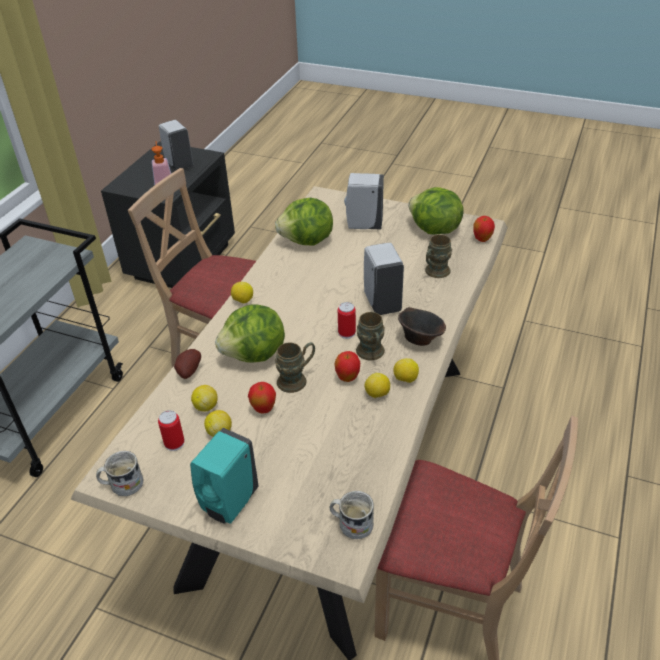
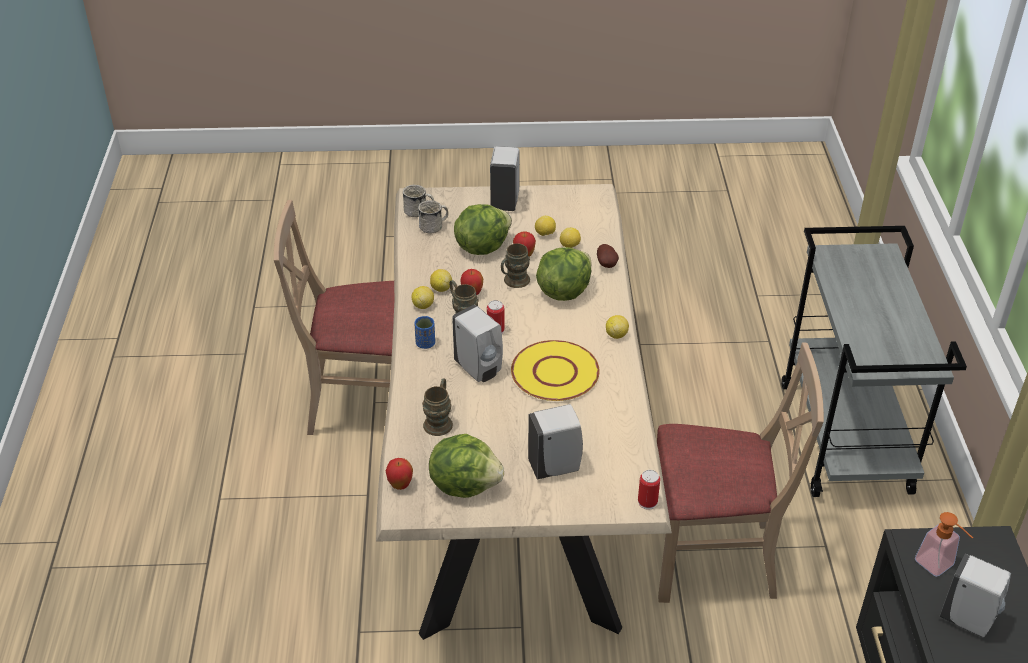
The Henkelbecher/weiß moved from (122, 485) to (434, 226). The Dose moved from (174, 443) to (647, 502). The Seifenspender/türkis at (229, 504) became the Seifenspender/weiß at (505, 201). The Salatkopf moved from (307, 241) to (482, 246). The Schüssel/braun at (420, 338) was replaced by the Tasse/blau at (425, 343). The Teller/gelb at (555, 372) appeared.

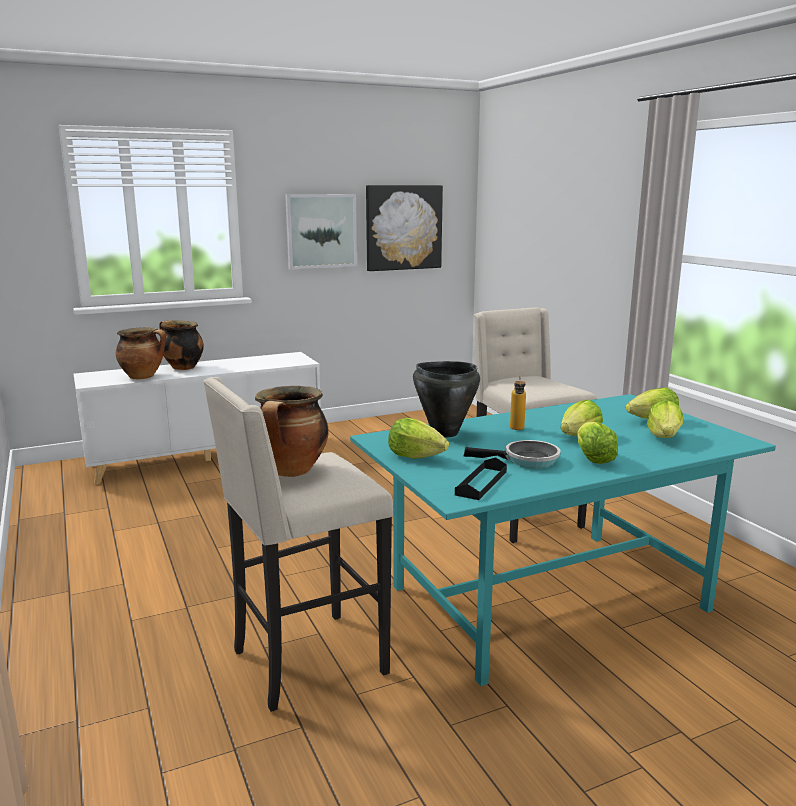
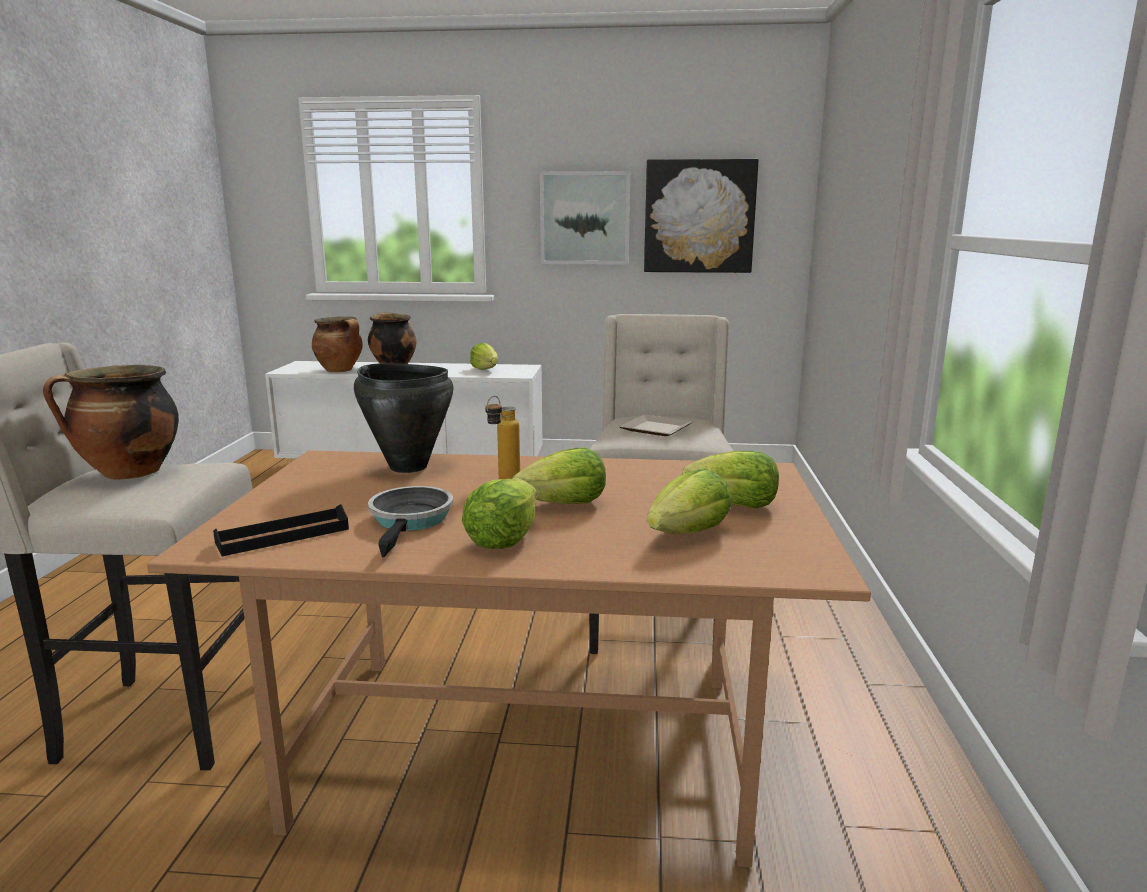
The Esstisch/türkis at (548, 597) became the Esstisch/braun at (532, 745). The Salatkopf moved from (415, 456) to (485, 370). The Pfanne at (526, 460) turned 120 degrees counterclockwise. The Teller at (655, 428) appeared.

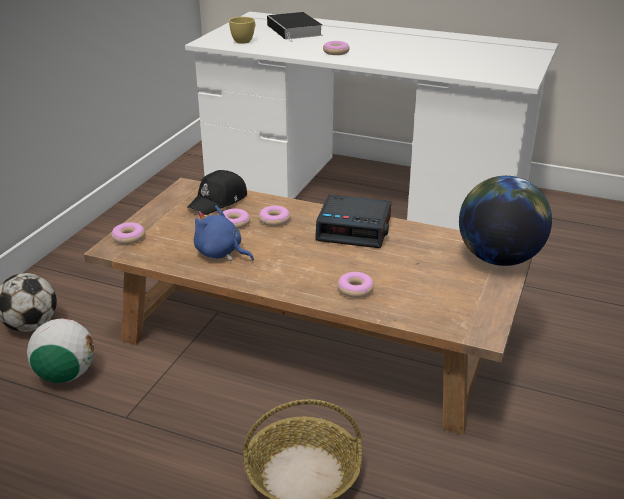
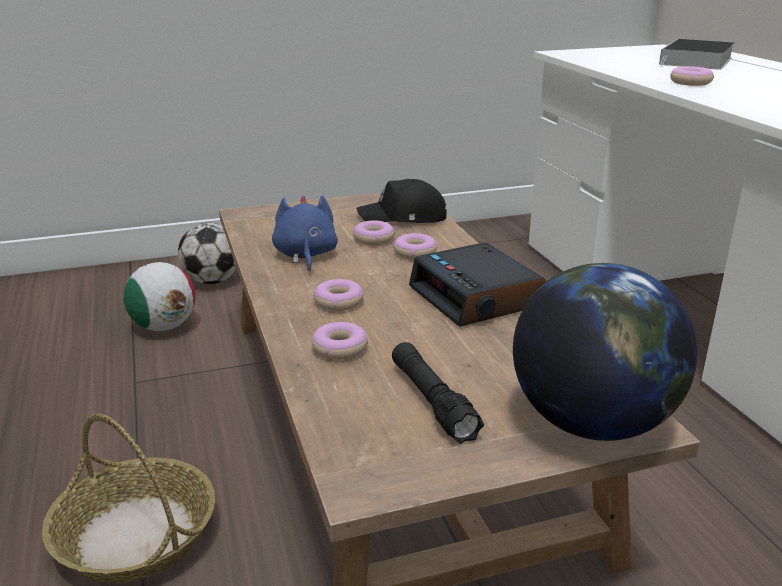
The Donut moved from (128, 238) to (338, 302). The Tasse/gelb at (245, 41) disappeared. The Taschenlampe/schwarz at (432, 402) appeared.

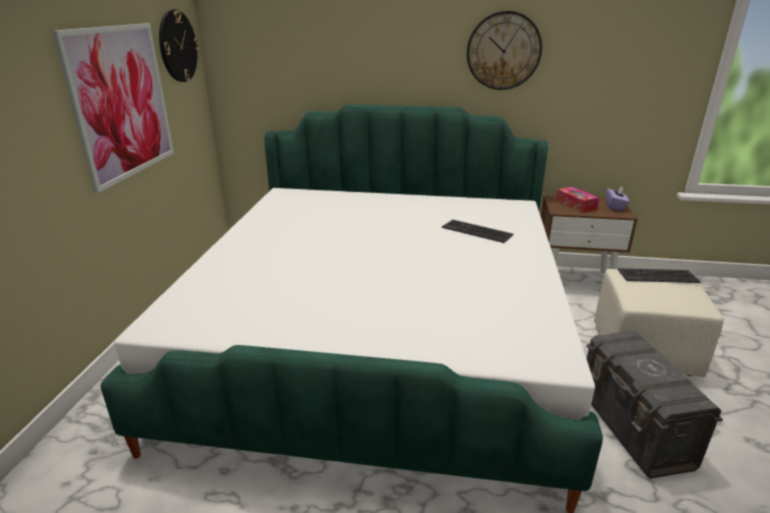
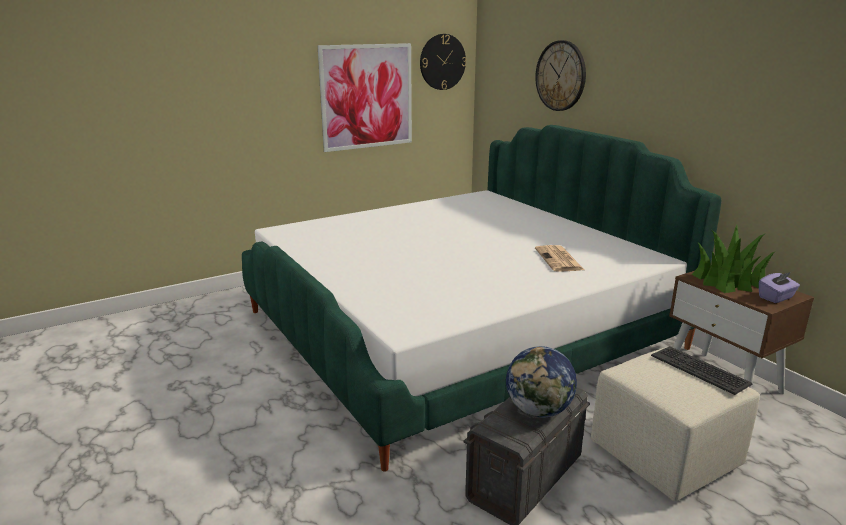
The Tastatur at (477, 231) was replaced by the Zeitung at (559, 260). The Wanduhr moved from (503, 51) to (560, 76). The Taschentuchbox at (575, 205) was replaced by the Topfpflanze at (728, 280). The Globus at (539, 411) appeared.

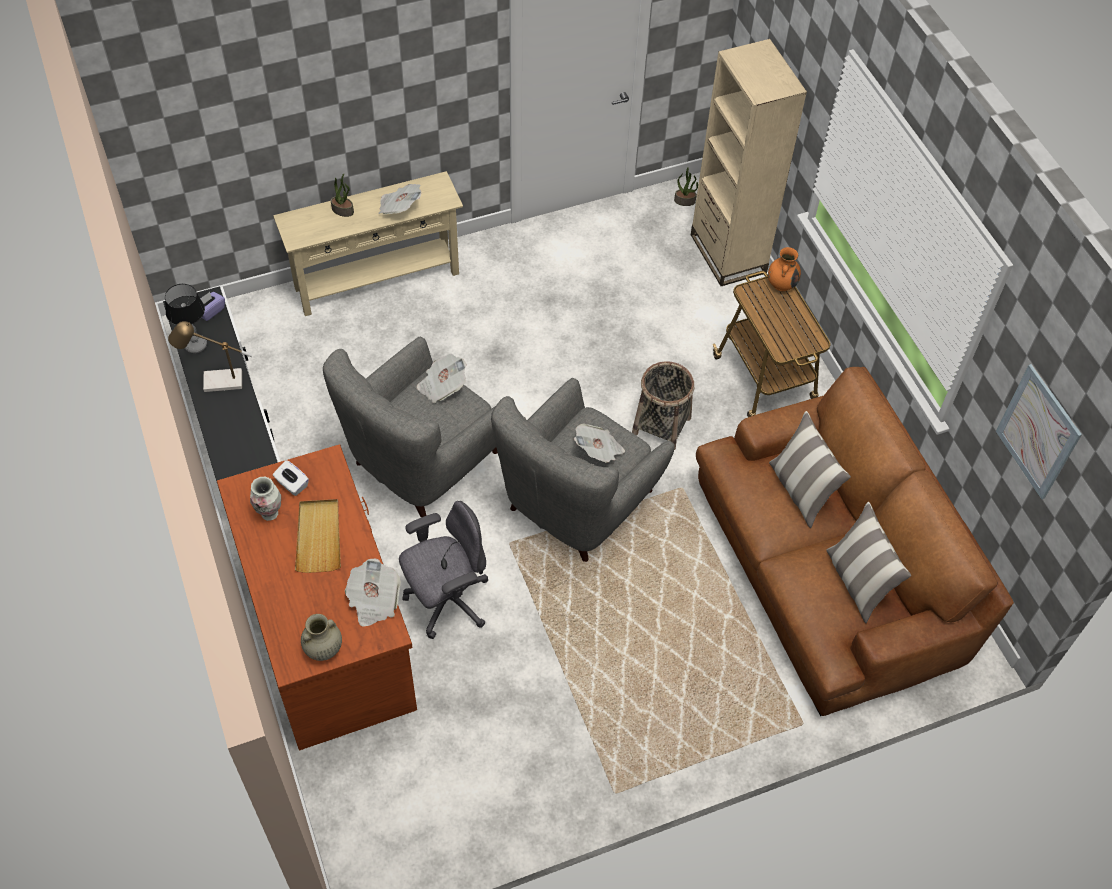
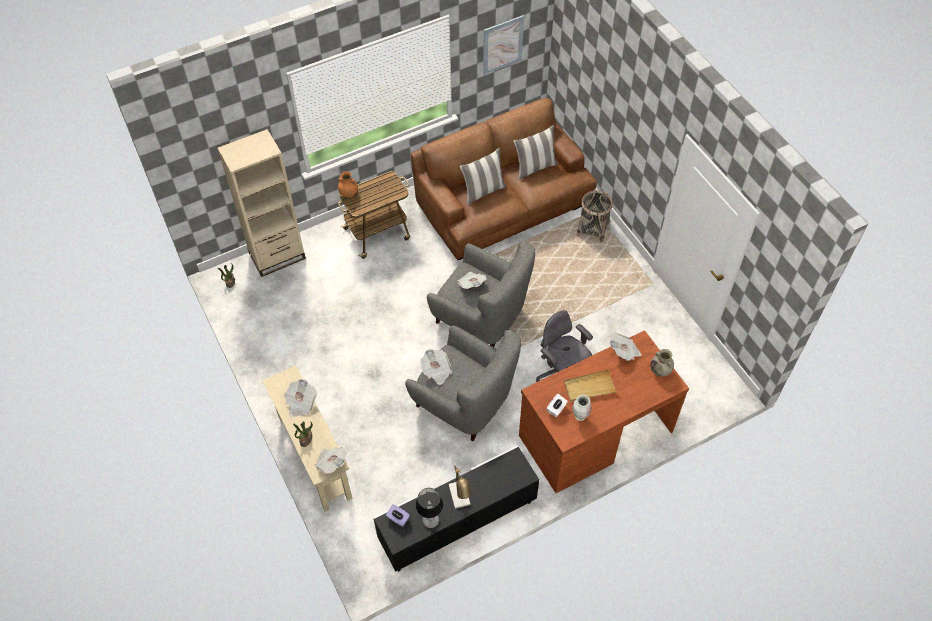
The Korb moved from (661, 425) to (592, 229). The Zeitung at (331, 463) appeared.

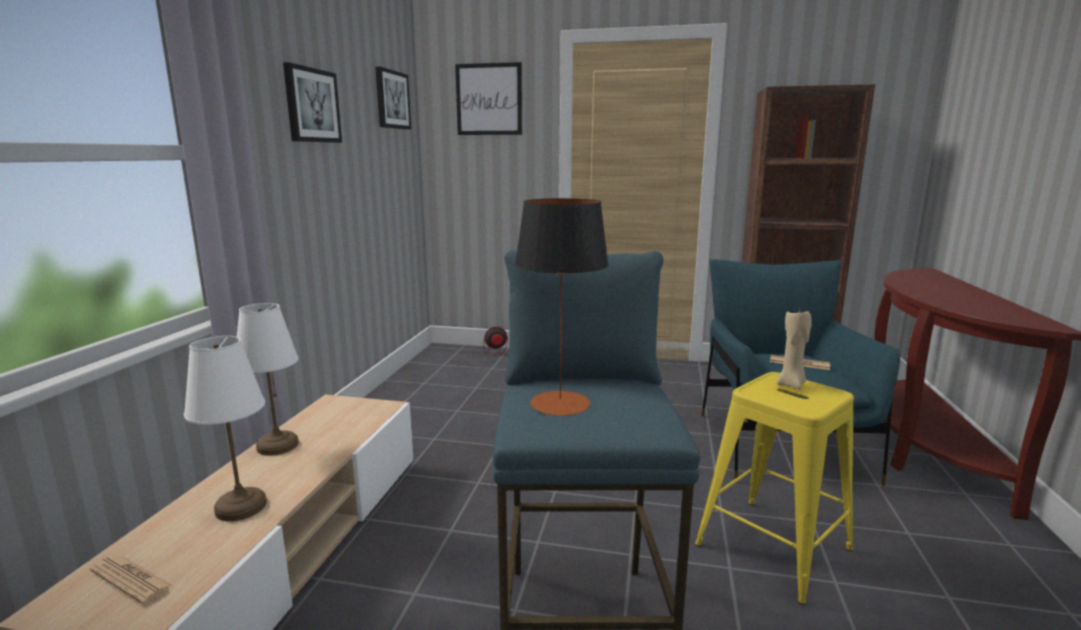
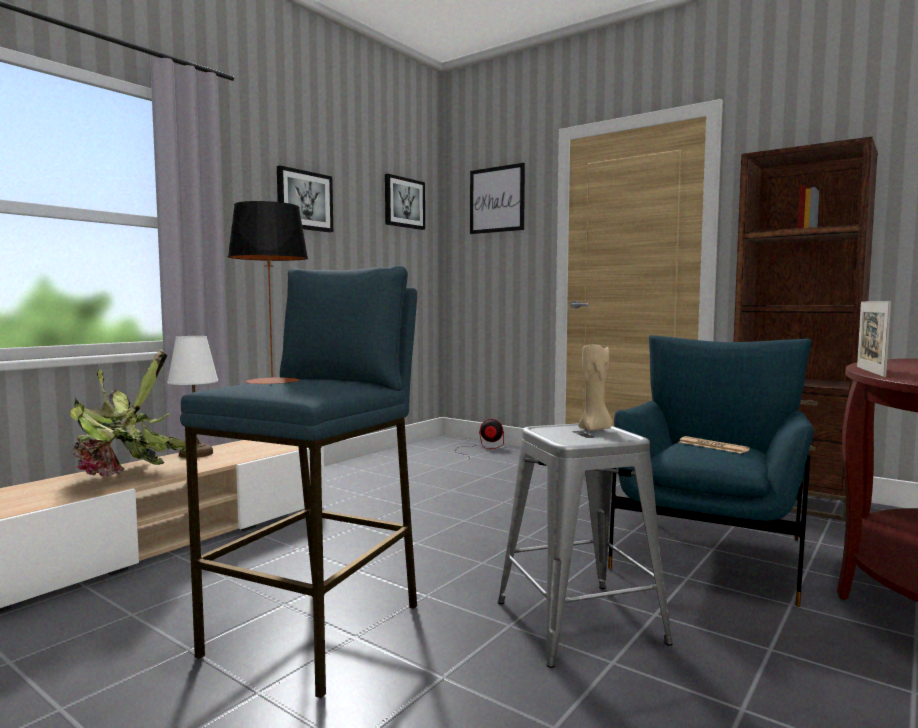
The Zeitung at (131, 579) disappeared. The Tischlampe/weiß at (242, 507) was replaced by the Topfpflanze at (127, 477). The Hocker/gelb at (773, 547) became the Hocker/grau at (579, 622). The Bilderrahmen at (870, 371) appeared.

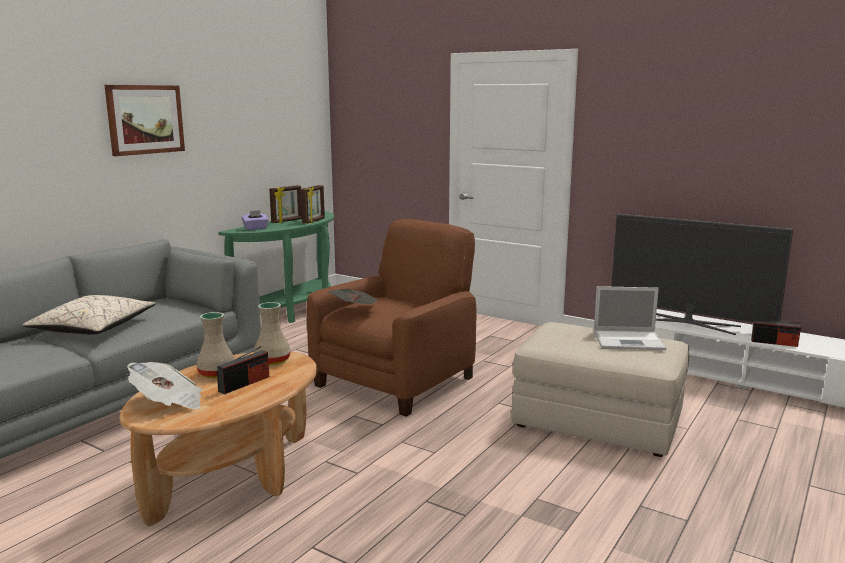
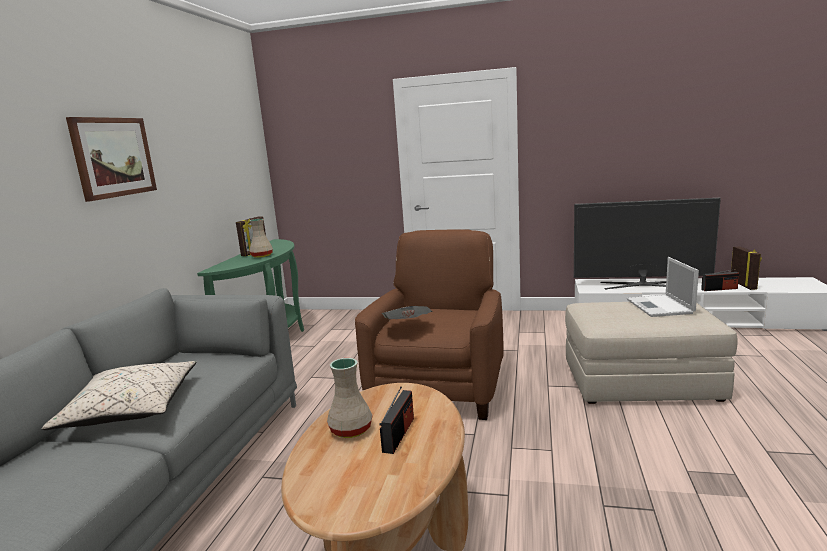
The Zeitung at (169, 403) disappeared. The Taschentuchbox/lila at (255, 228) disappeared. The Vase/beige moved from (273, 361) to (262, 256). The Bilderrahmen moved from (314, 221) to (743, 285). The Laptop at (629, 340) turned 105 degrees clockwise.

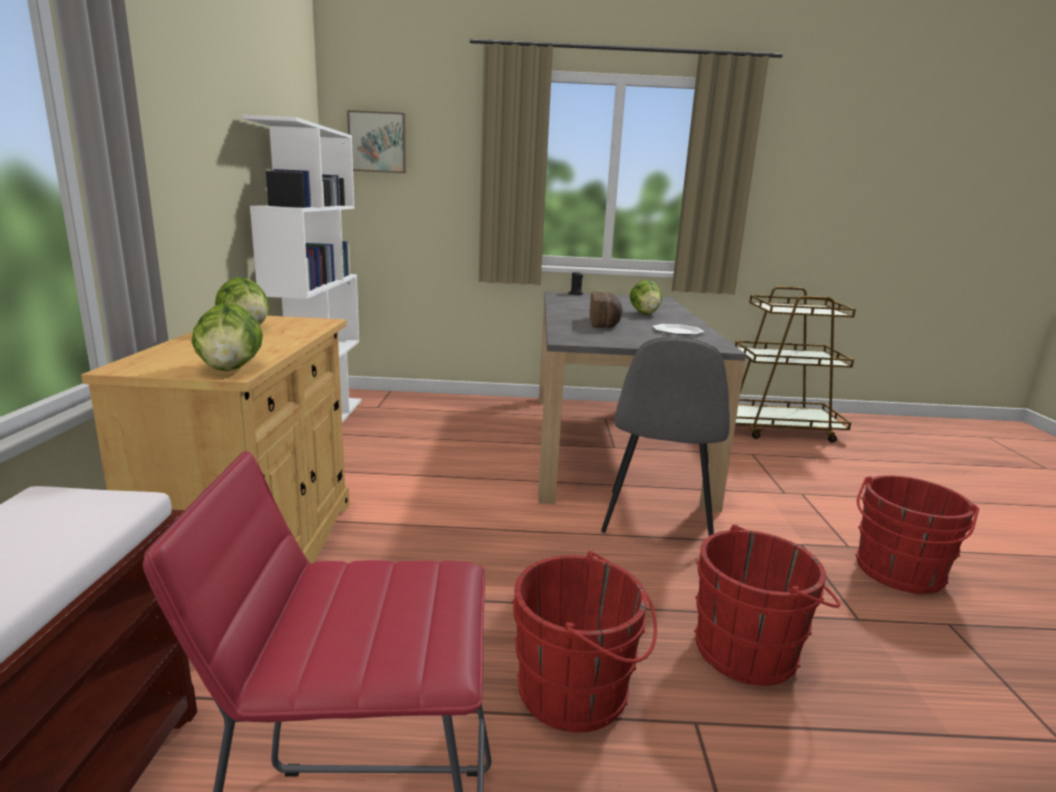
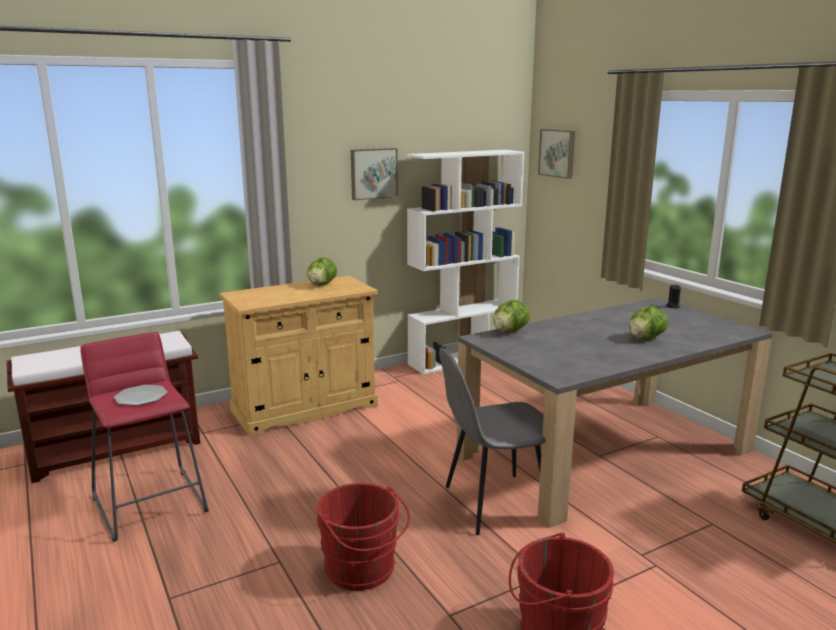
The Salatkopf moved from (231, 369) to (509, 331). The Eimer/rot at (580, 692) disappeared. The Brot at (605, 323) disappeared. The Teller moved from (677, 331) to (141, 397). The Bild at (373, 173) appeared.

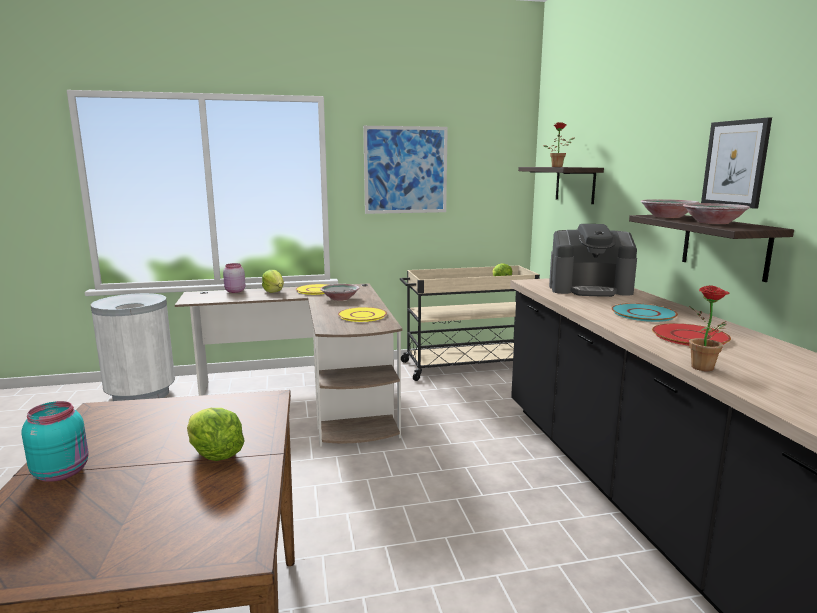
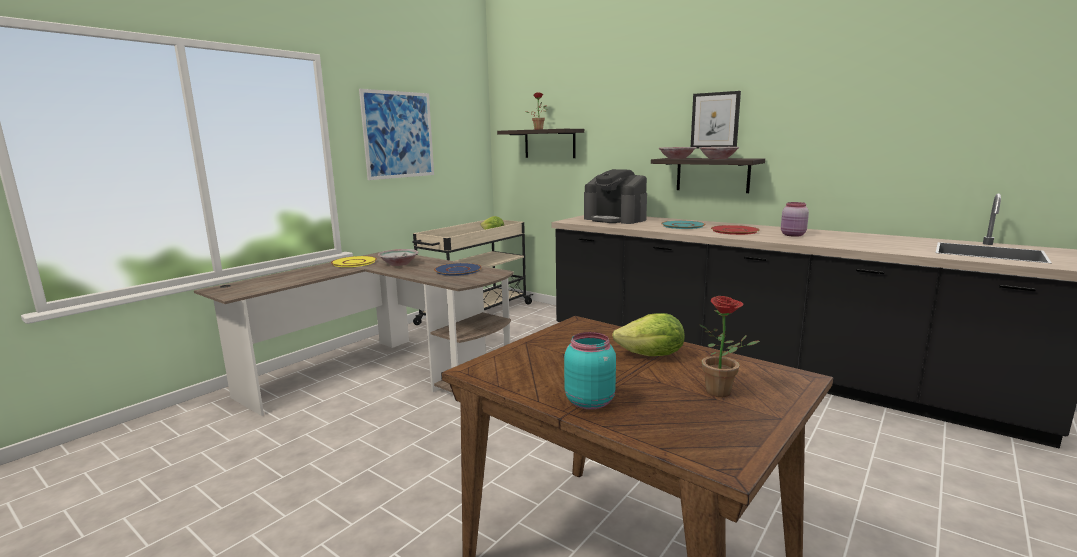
The Mülleimer/weiß at (141, 395) disappeared. The Vorratsglas/rosa moved from (234, 291) to (793, 235). The Salatkopf at (274, 291) disappeared. The Teller/gelb at (362, 315) became the Teller/blau at (458, 270). The Kaffeemaschine at (590, 289) turned 75 degrees clockwise. The Topfpflanze moved from (705, 369) to (724, 393).

